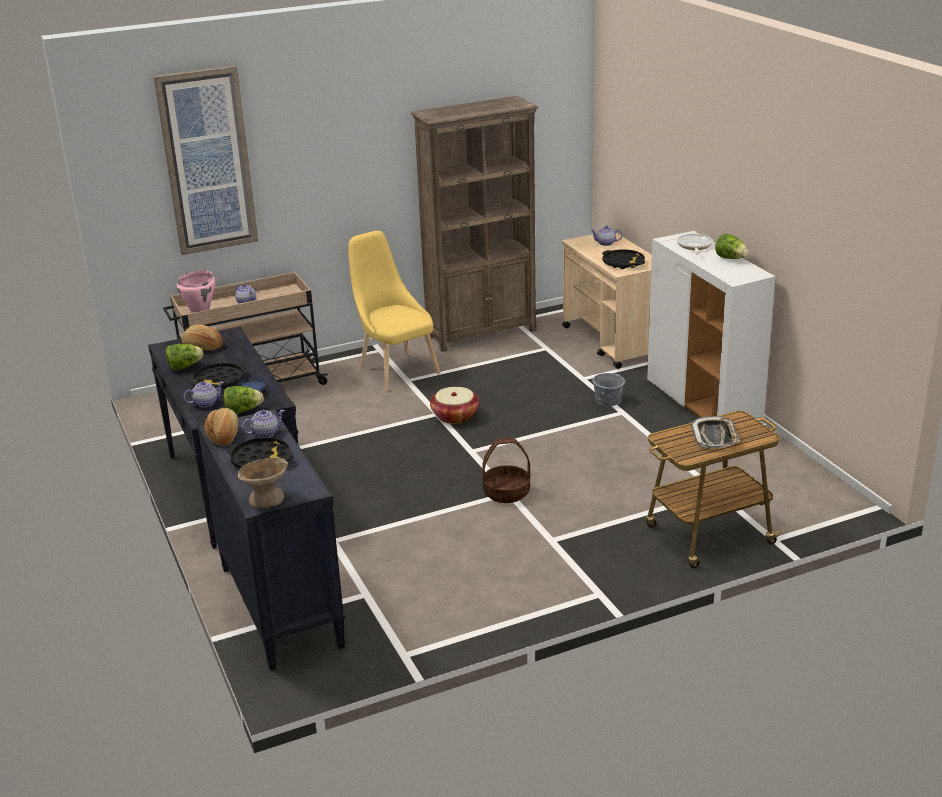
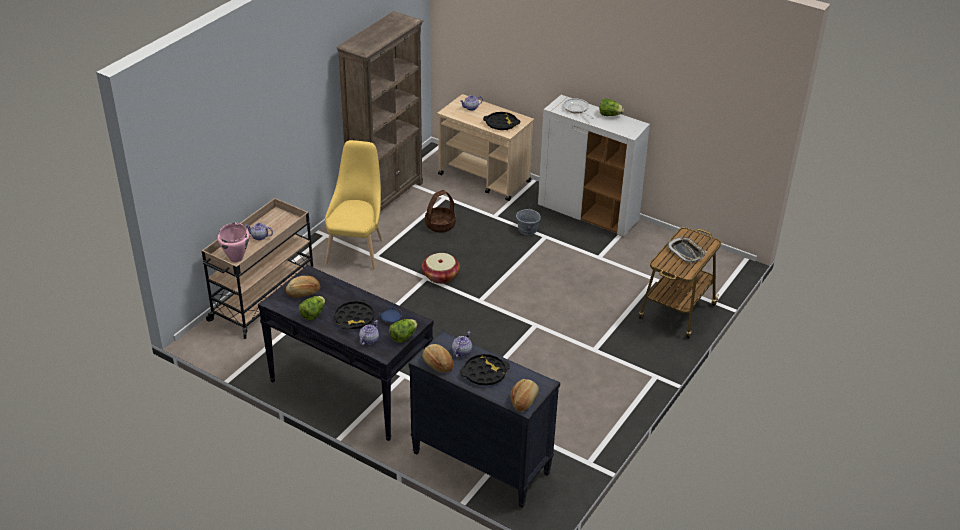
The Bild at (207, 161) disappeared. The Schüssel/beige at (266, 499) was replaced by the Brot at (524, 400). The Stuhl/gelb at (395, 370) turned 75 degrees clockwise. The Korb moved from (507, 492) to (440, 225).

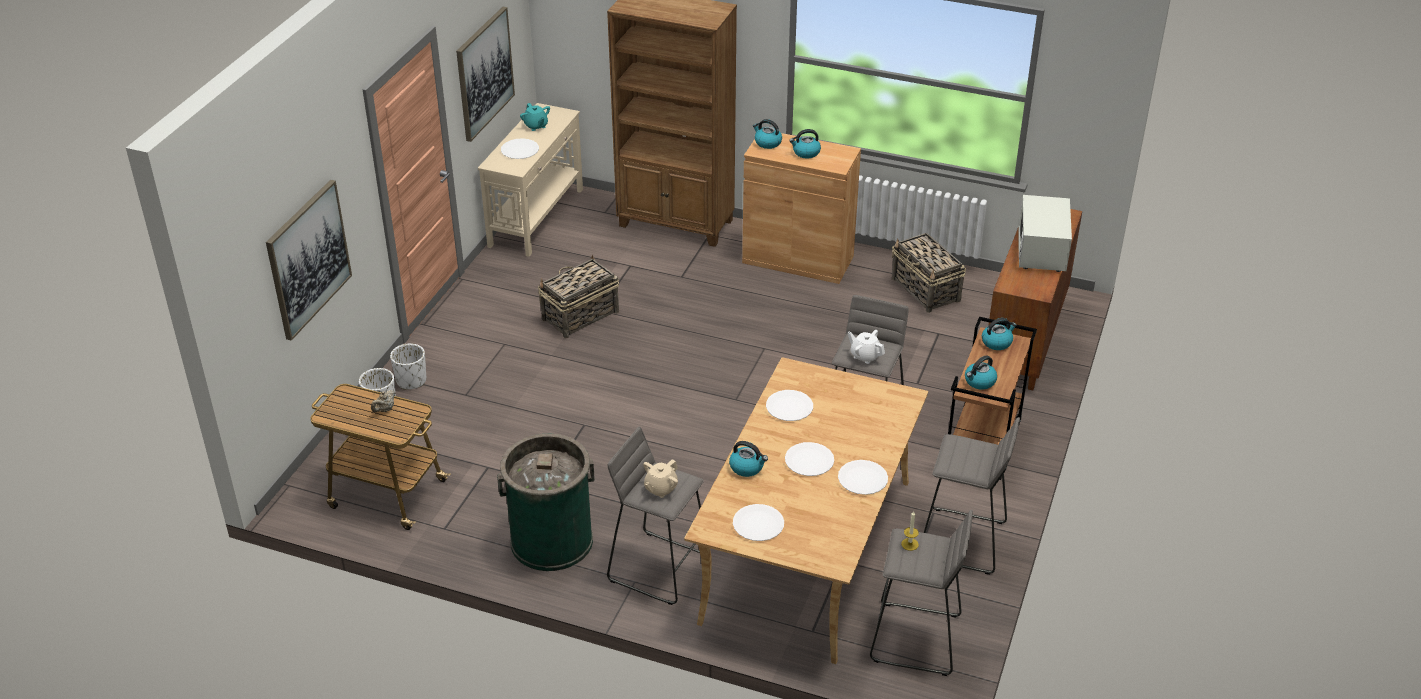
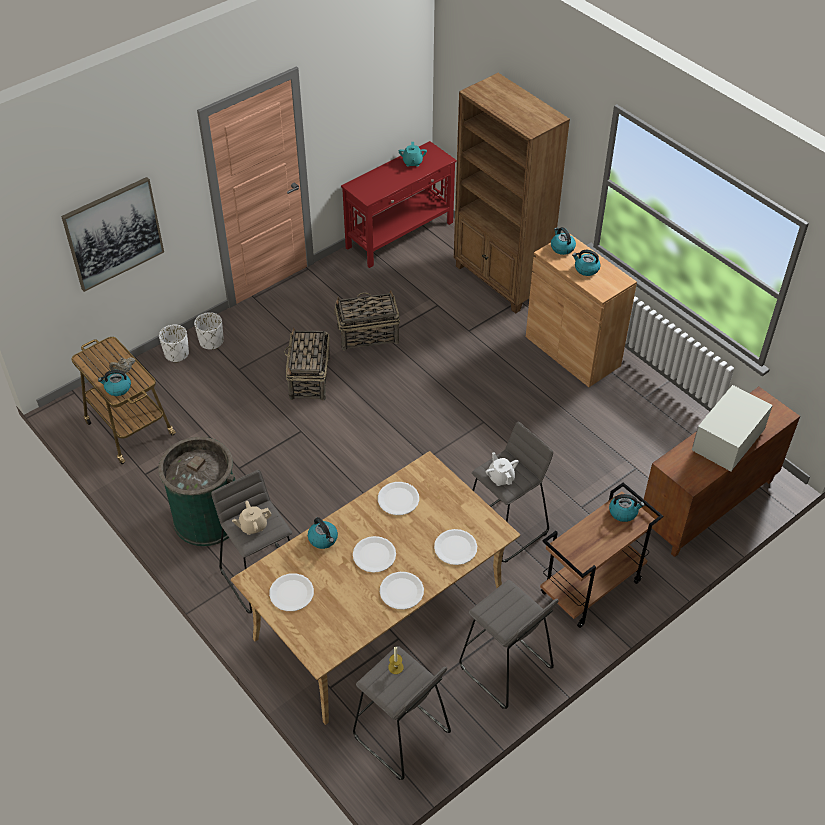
The Bild at (484, 73) disappeared. The Konsolentisch/beige at (537, 217) became the Konsolentisch/rot at (400, 235). The Teller/weiß moved from (520, 150) to (455, 548). The Korb moved from (926, 290) to (309, 379). The Wasserkessel moved from (979, 382) to (117, 388).

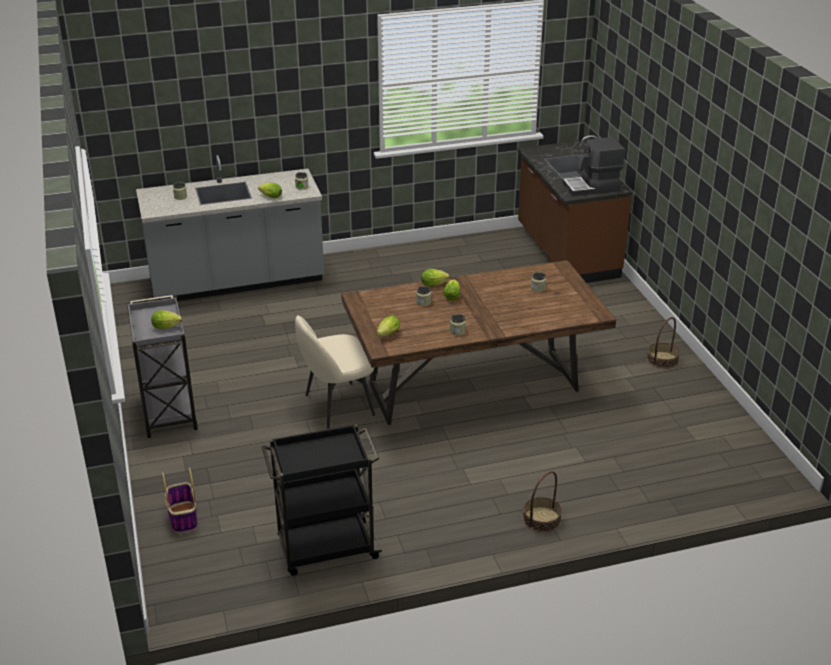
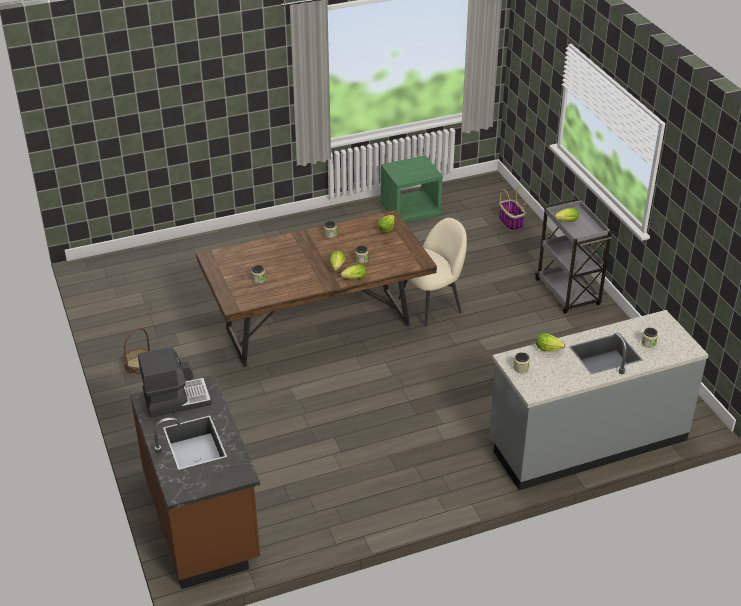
The Rollwagen/schwarz at (325, 549) was replaced by the Nachttisch/grün at (410, 211). The Korb at (542, 519) disappeared.

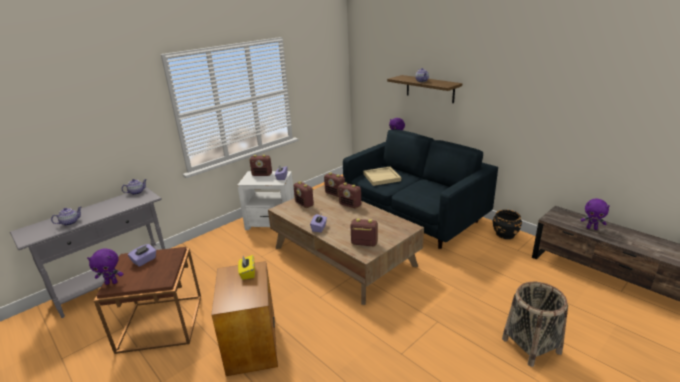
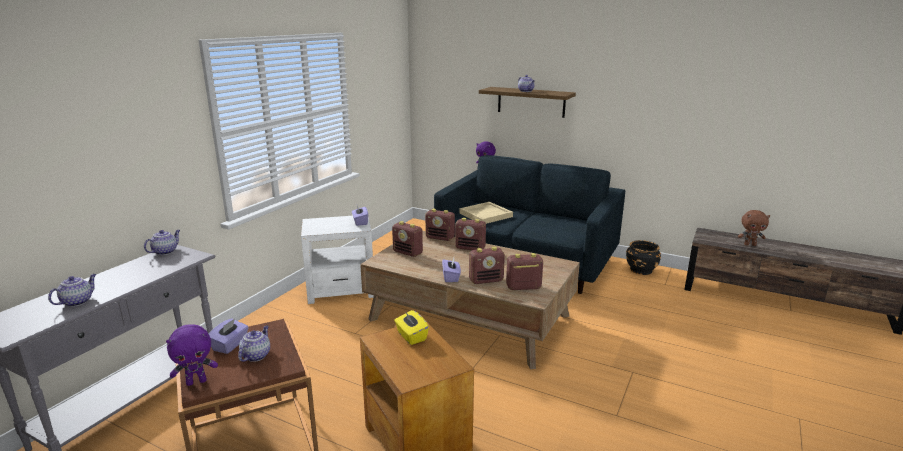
The Radio moved from (262, 174) to (486, 280). The Korb at (531, 345) disappeared. The Plüschtier/lila at (592, 228) became the Plüschtier/braun at (750, 244). The Teekanne at (256, 355) appeared.

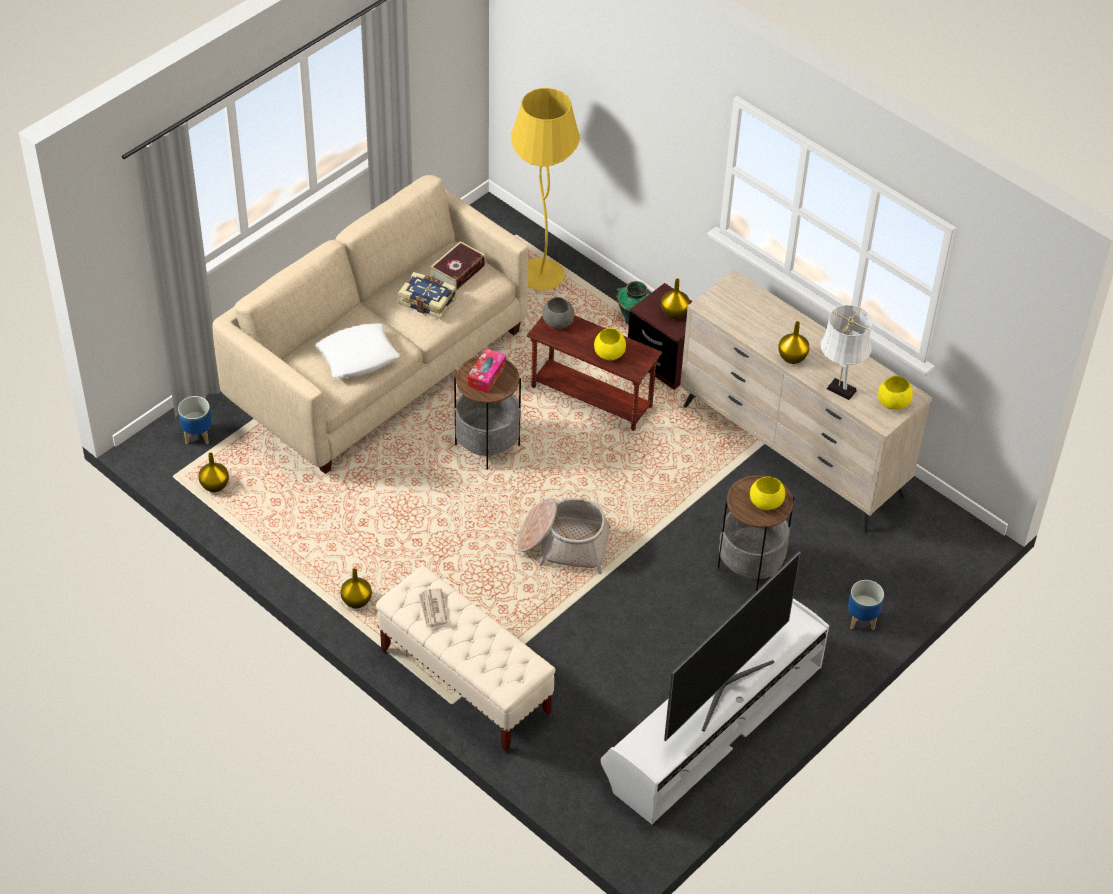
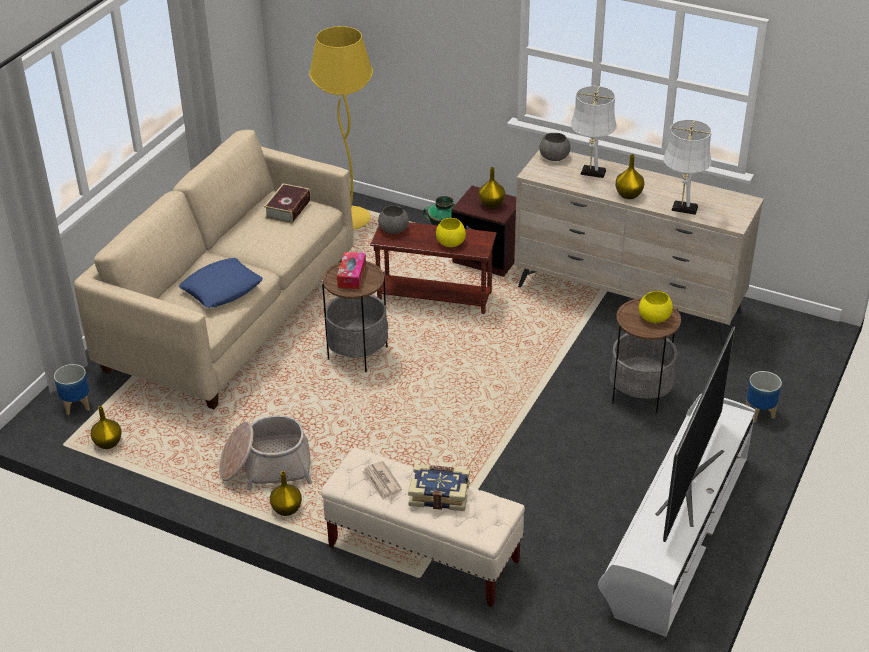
The Kissen/weiß at (358, 356) became the Kissen/blau at (222, 289). The Buch moved from (428, 301) to (439, 494). The Korb moved from (563, 544) to (266, 466). The Schüssel/gelb at (893, 402) disappeared. The Schüssel/grau at (553, 157) appeared. The Tischlampe/weiß at (590, 172) appeared.

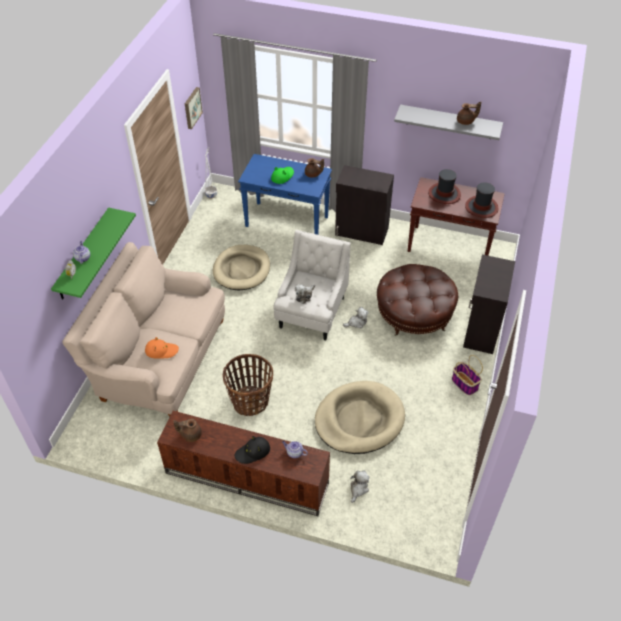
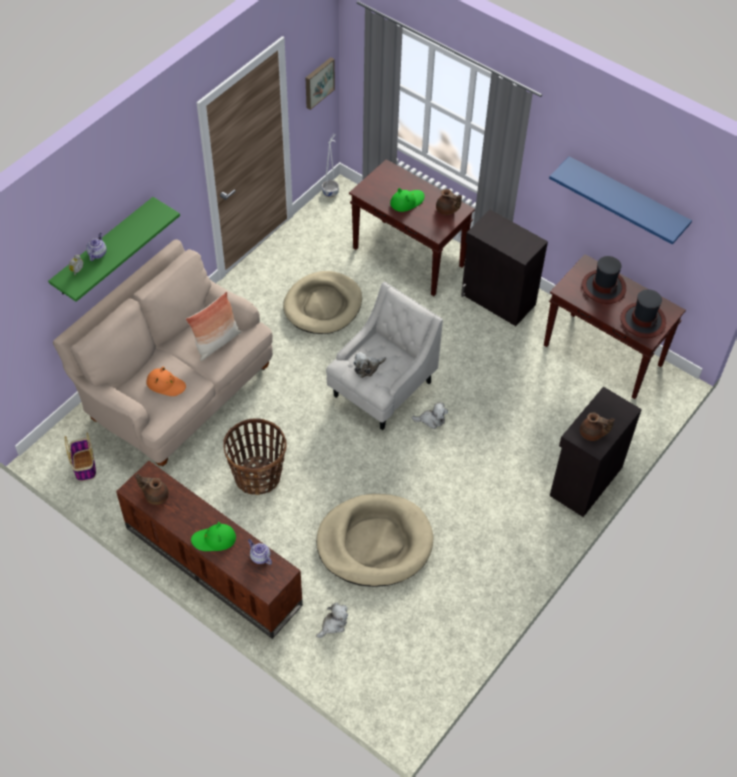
The Hut/schwarz at (253, 452) became the Hut/grün at (214, 539). The Konsolentisch/blau at (287, 222) became the Konsolentisch/braun at (409, 257). The Polsterhocker/braun at (414, 314) disappeared. The Wandregal/grau at (449, 122) became the Wandregal/blau at (626, 198). The Korb moved from (464, 383) to (84, 465). The Teekanne/braun moved from (466, 121) to (592, 433). The Kissen at (217, 343) appeared.

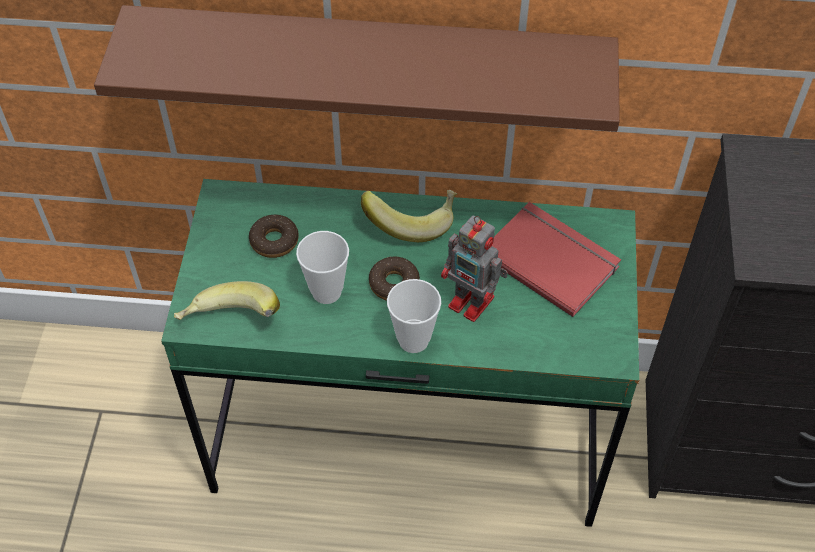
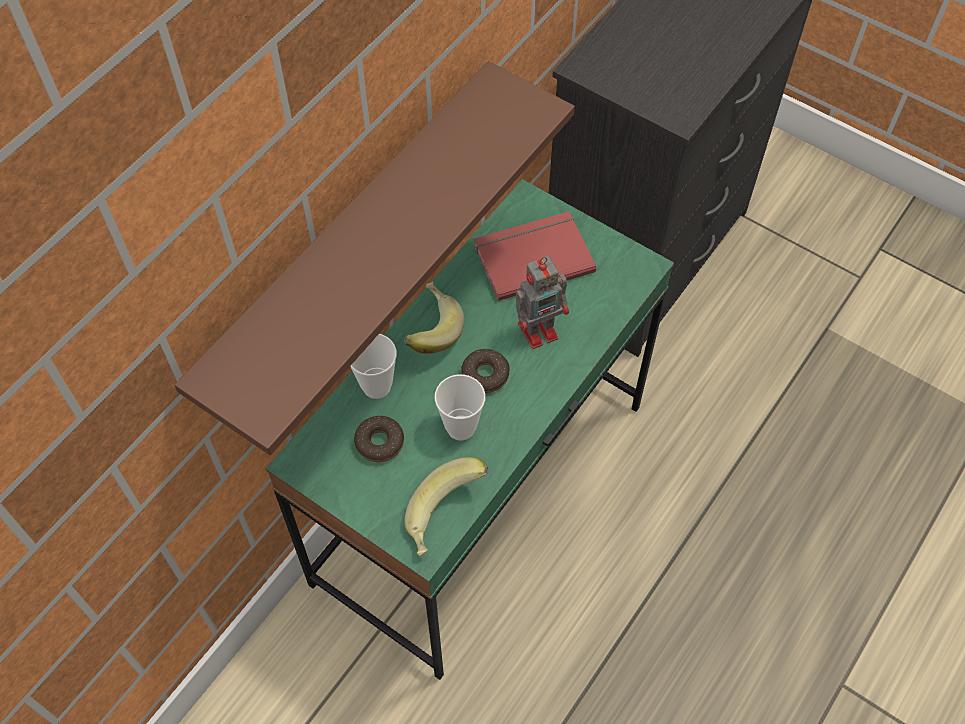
The Tasse moved from (413, 340) to (376, 386).

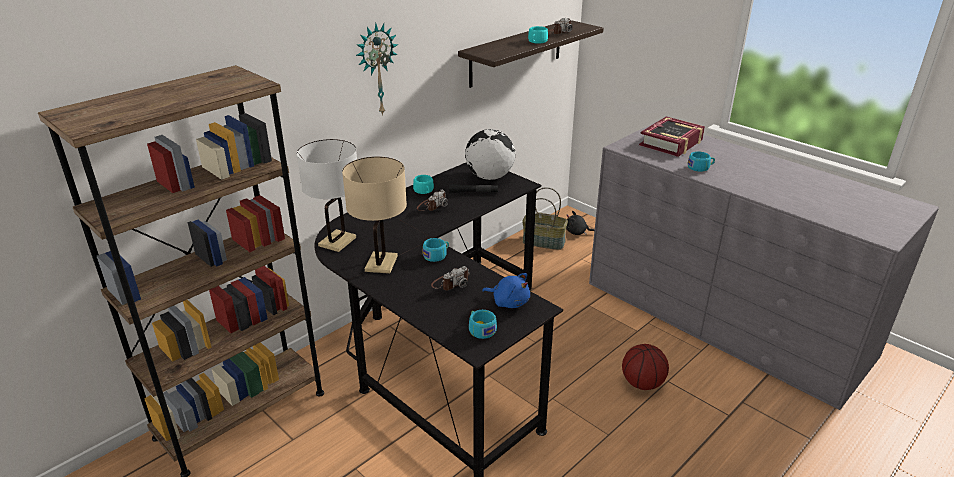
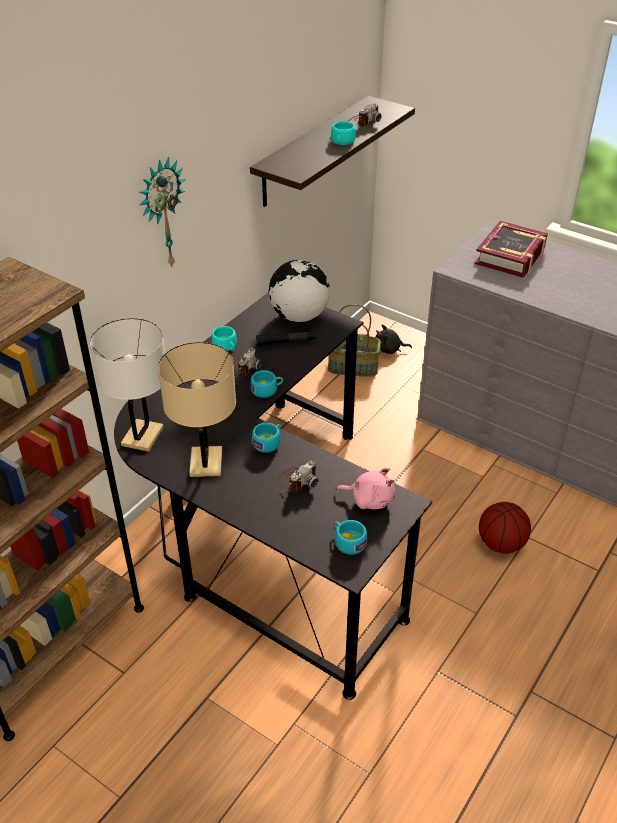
The Plüschtier/blau at (509, 302) became the Plüschtier/rosa at (369, 499). The Tasse/türkis moved from (700, 168) to (267, 390).

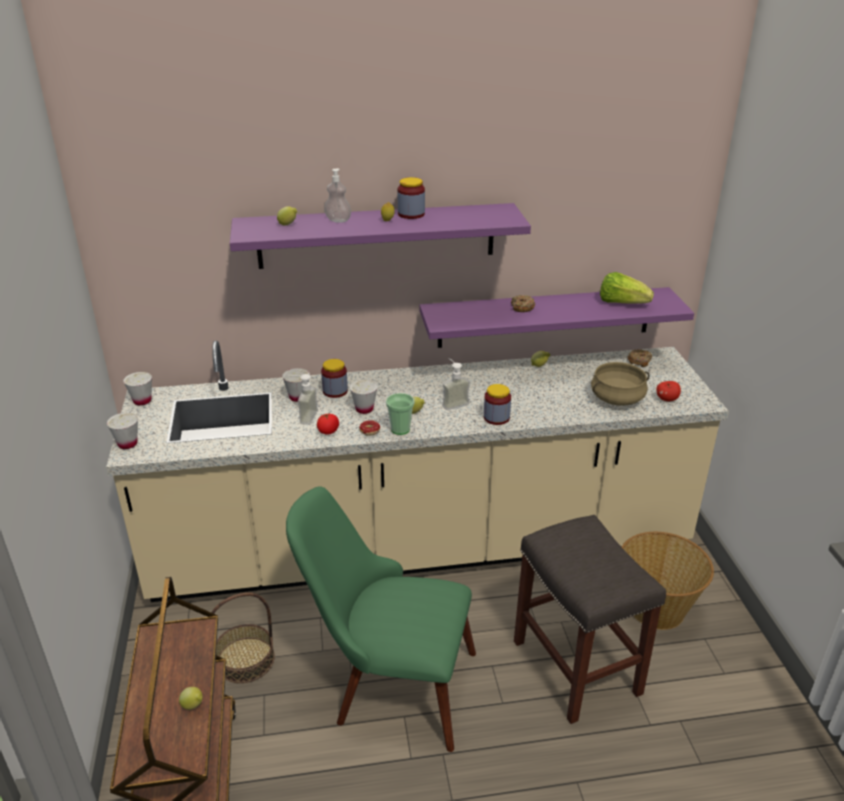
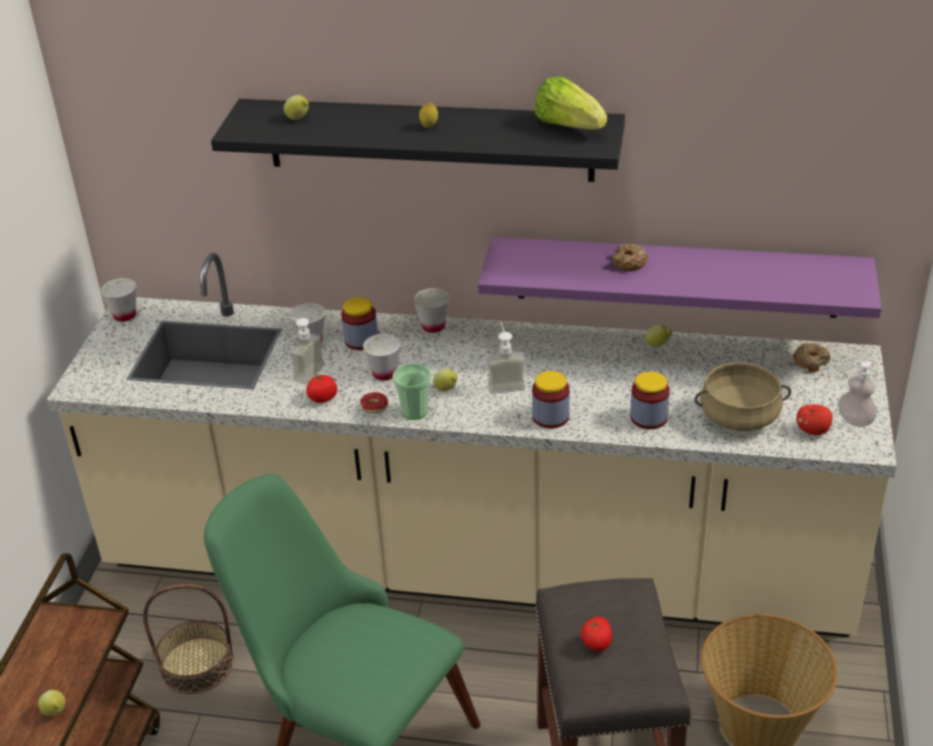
The Tasse/weiß moved from (127, 444) to (433, 326). The Wandregal/lila at (377, 236) became the Wandregal/schwarz at (429, 139). The Seifenspender moved from (338, 220) to (855, 420). The Vorratsglas moved from (411, 214) to (648, 418). The Salatkopf moved from (621, 303) to (568, 126). The Tomate at (596, 643) appeared.

